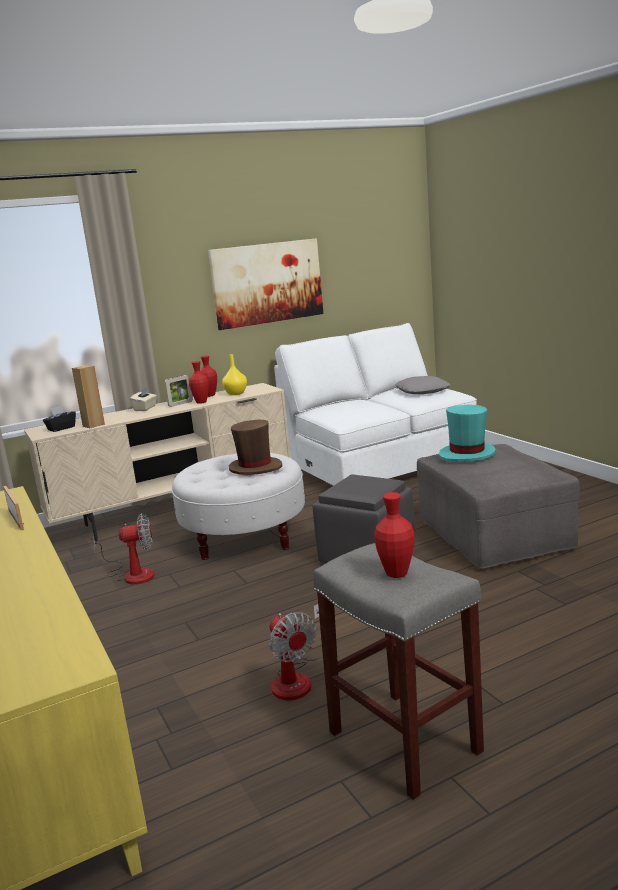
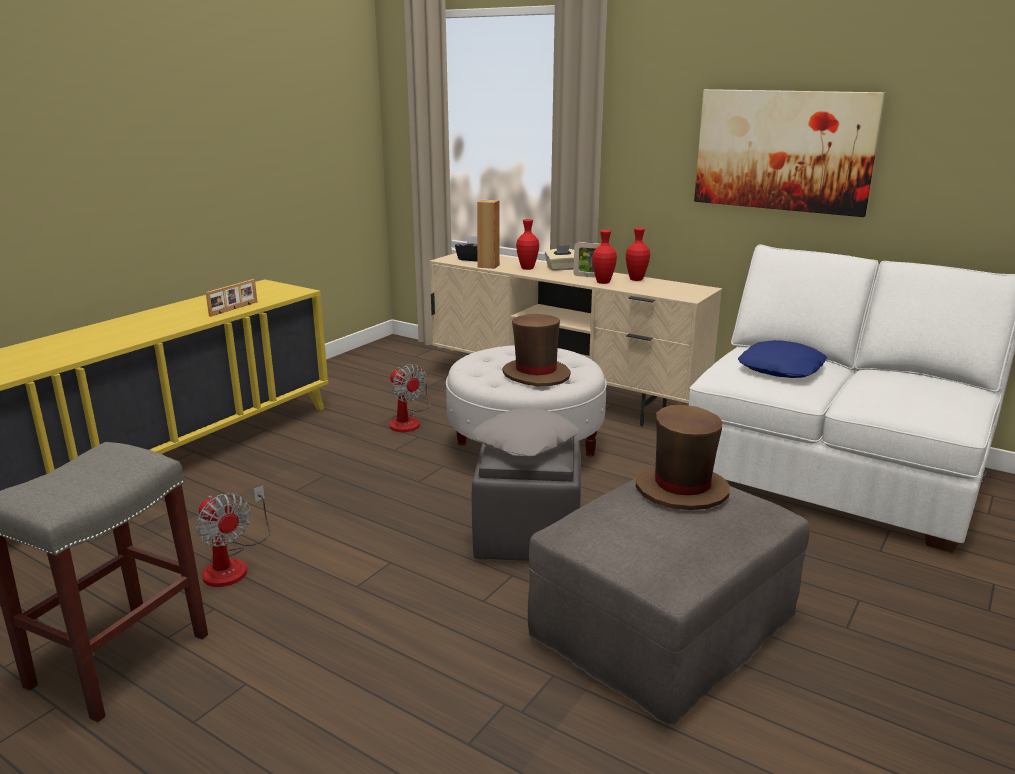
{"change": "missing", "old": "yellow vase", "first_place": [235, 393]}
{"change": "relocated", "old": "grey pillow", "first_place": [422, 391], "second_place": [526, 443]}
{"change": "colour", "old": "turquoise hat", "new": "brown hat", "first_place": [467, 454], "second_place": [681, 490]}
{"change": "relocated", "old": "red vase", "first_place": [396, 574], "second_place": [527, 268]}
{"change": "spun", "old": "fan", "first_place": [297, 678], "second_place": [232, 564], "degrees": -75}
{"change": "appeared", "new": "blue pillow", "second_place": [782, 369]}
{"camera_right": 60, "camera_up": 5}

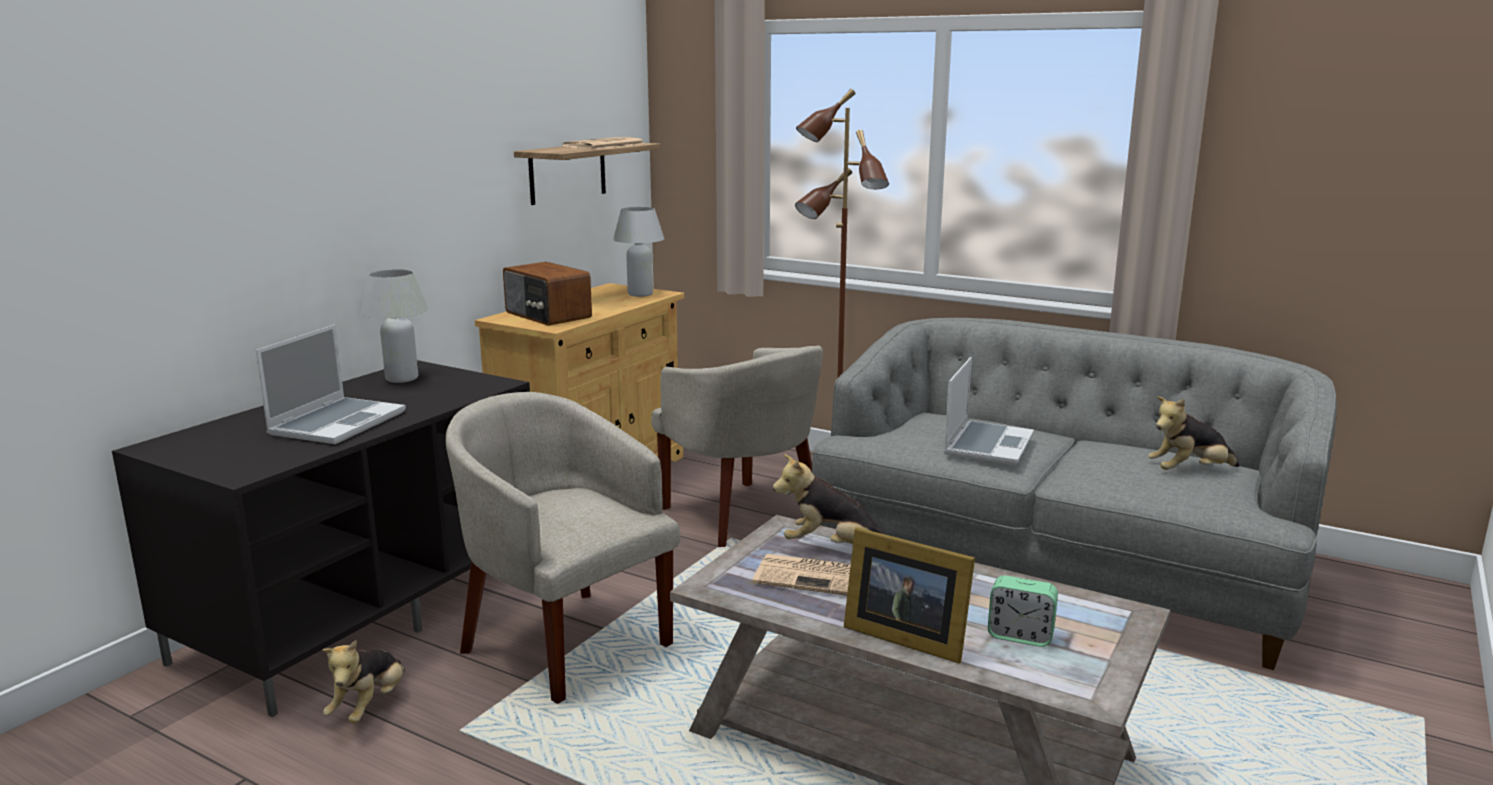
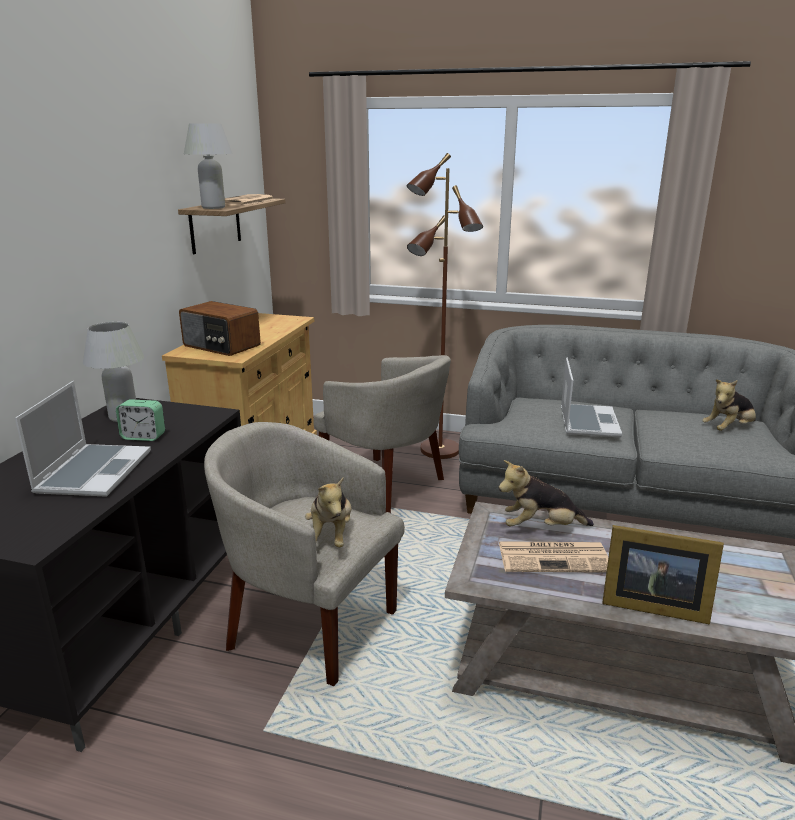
{"change": "relocated", "old": "white table lamp", "first_place": [640, 294], "second_place": [213, 207]}
{"change": "relocated", "old": "alarm clock", "first_place": [1020, 636], "second_place": [143, 437]}
{"change": "relocated", "old": "plush toy", "first_place": [369, 706], "second_place": [331, 535]}
{"camera_right": -15, "camera_up": 5}

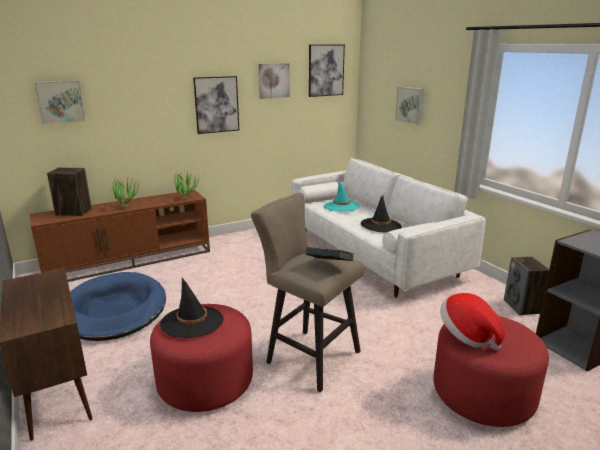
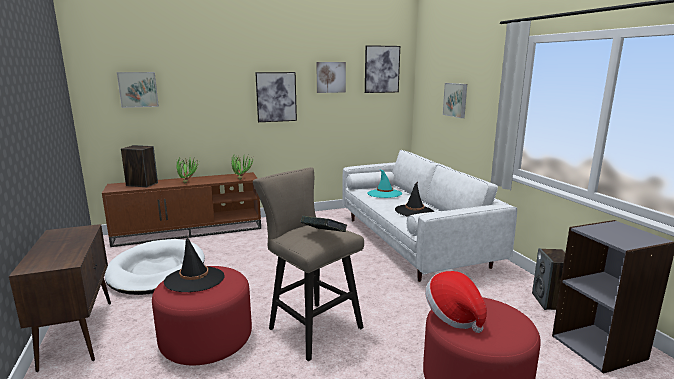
{"change": "colour", "old": "blue dog bed", "new": "white dog bed", "first_place": [114, 310], "second_place": [157, 271]}
{"camera_right": 10, "camera_up": -5}

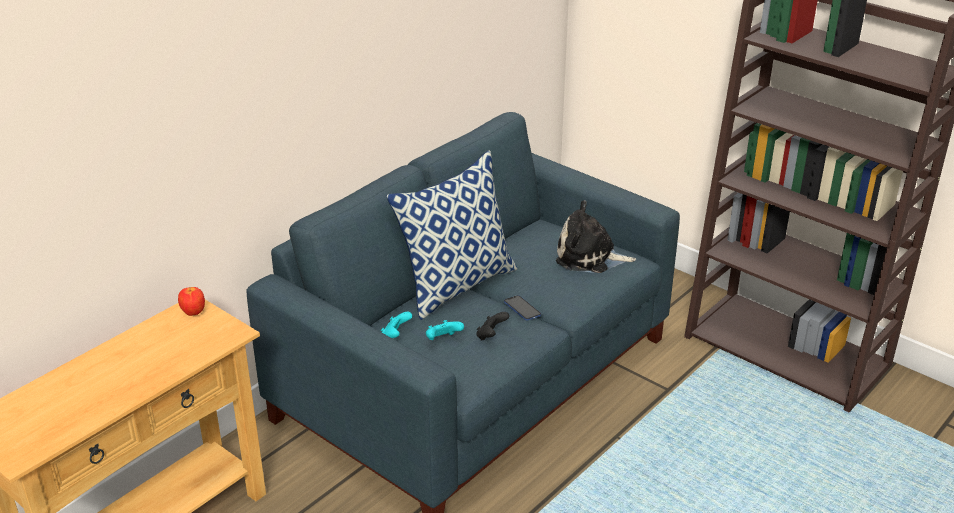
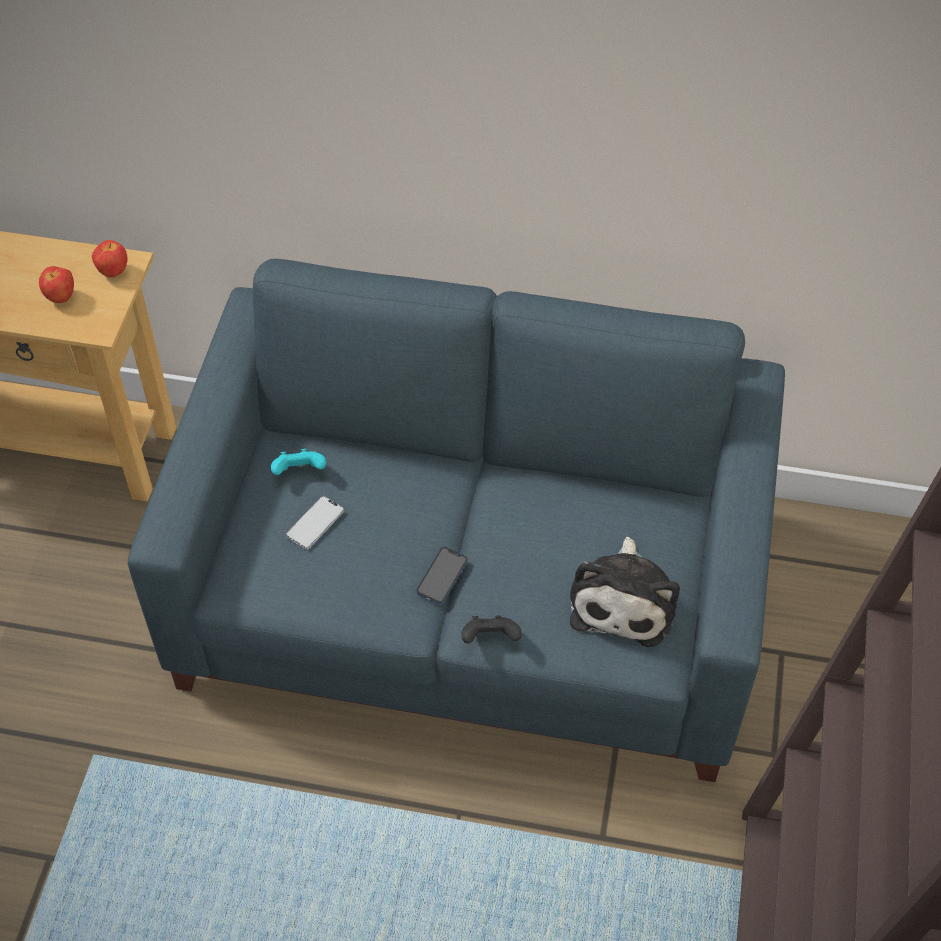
{"change": "missing", "old": "pillow", "first_place": [456, 284]}
{"change": "spun", "old": "plush toy", "first_place": [589, 257], "second_place": [624, 600], "degrees": -150}
{"change": "relocated", "old": "black game controller", "first_place": [491, 336], "second_place": [490, 639]}
{"change": "exchanged", "old": "turquoise game controller", "new": "phone", "first_place": [443, 340], "second_place": [315, 523]}
{"change": "appeared", "new": "apple", "second_place": [61, 298]}
{"camera_right": 60, "camera_up": 20}

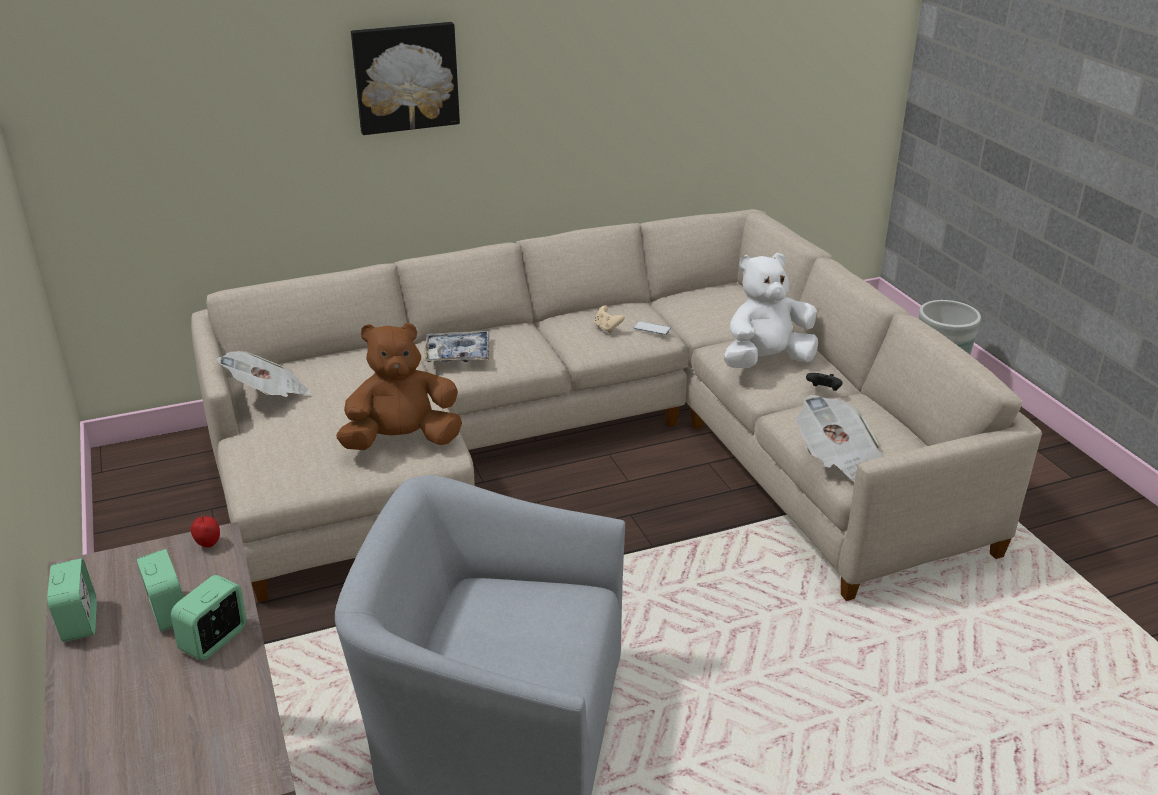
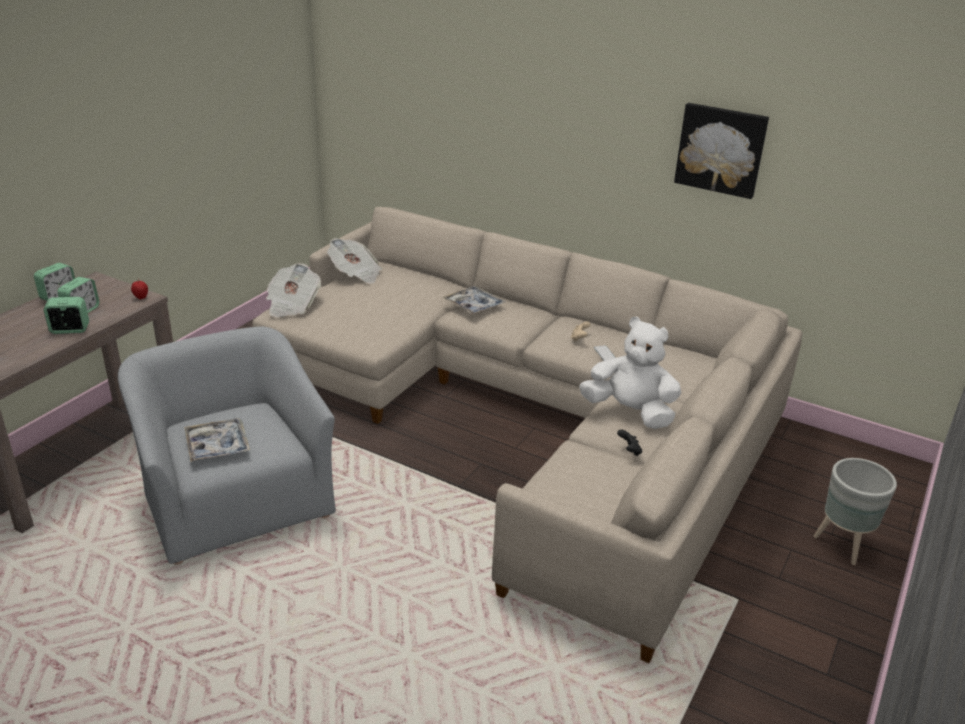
{"change": "relocated", "old": "picture", "first_place": [405, 77], "second_place": [721, 149]}
{"change": "missing", "old": "brown plush toy", "first_place": [402, 441]}
{"change": "relocated", "old": "newspaper", "first_place": [837, 459], "second_place": [292, 305]}
{"change": "appeared", "new": "tray", "second_place": [217, 446]}
{"camera_right": 50, "camera_up": 0}

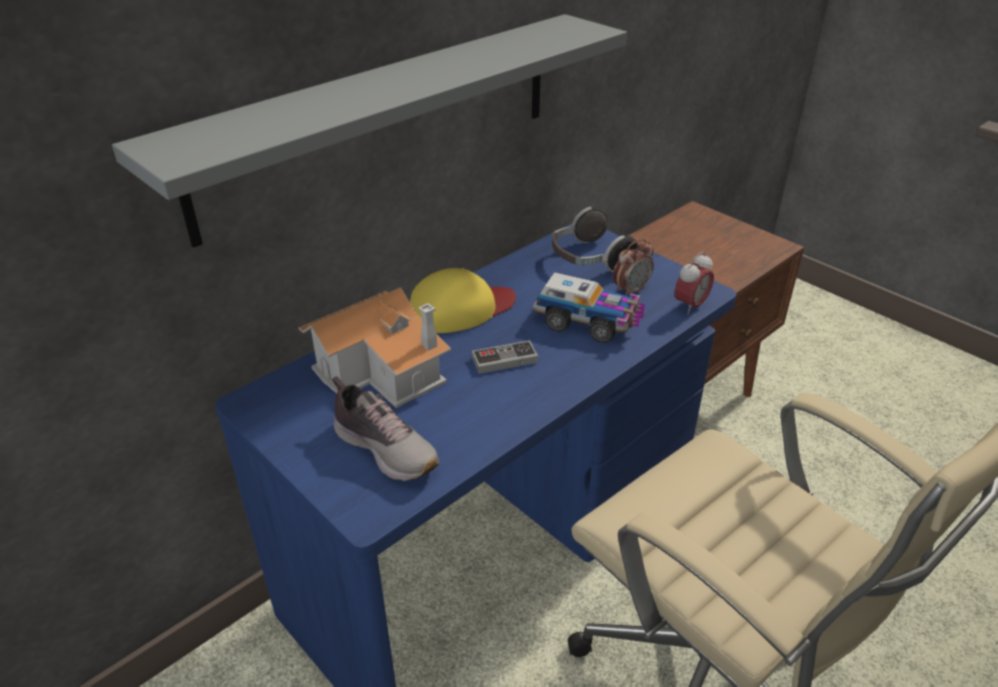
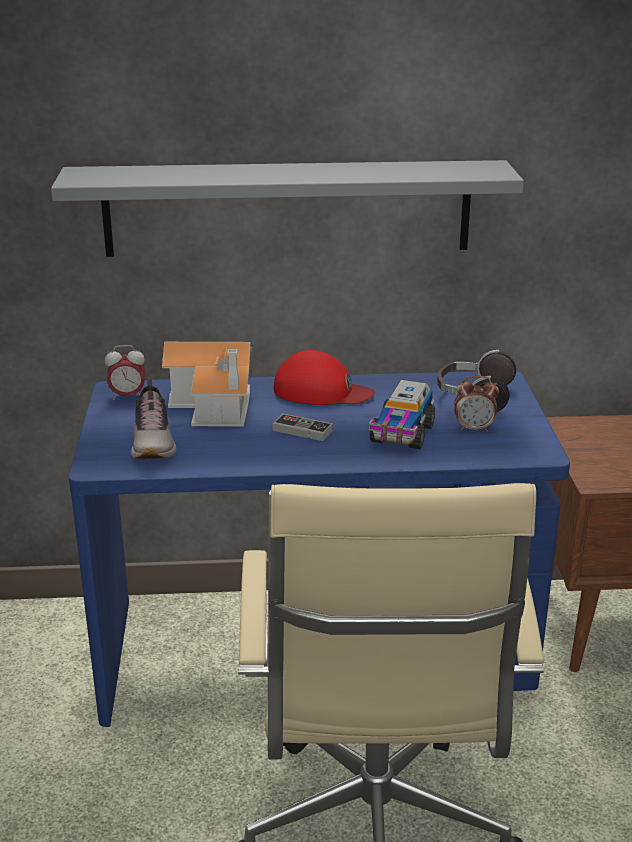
{"change": "relocated", "old": "alarm clock", "first_place": [690, 306], "second_place": [127, 396]}
{"change": "colour", "old": "yellow cap", "new": "red cap", "first_place": [461, 309], "second_place": [321, 391]}
{"change": "spun", "old": "toy truck", "first_place": [588, 323], "second_place": [402, 434], "degrees": 45}
{"camera_right": 40, "camera_up": -10}

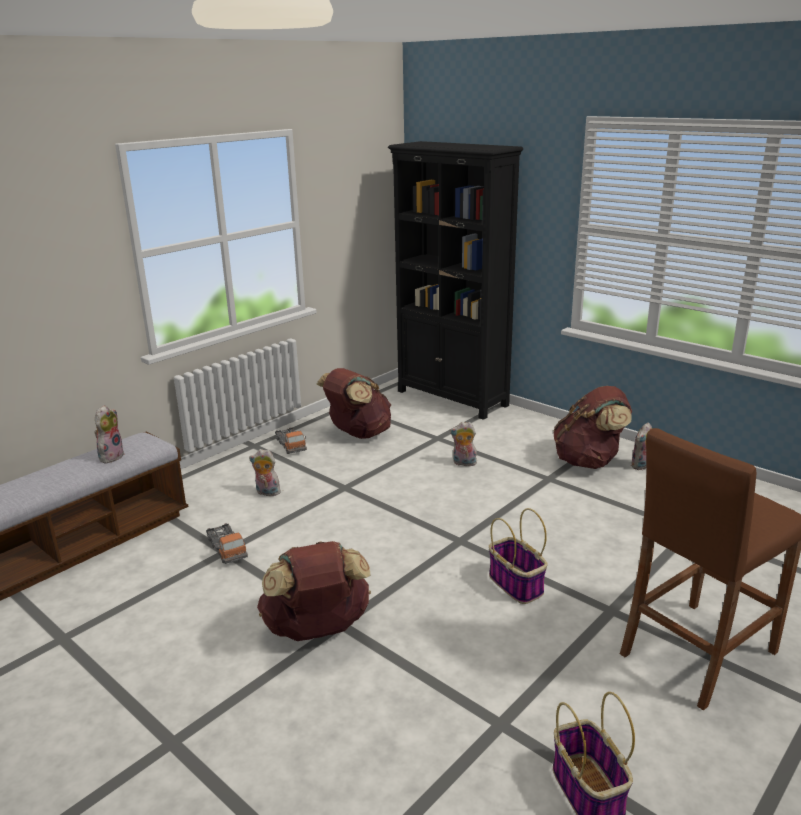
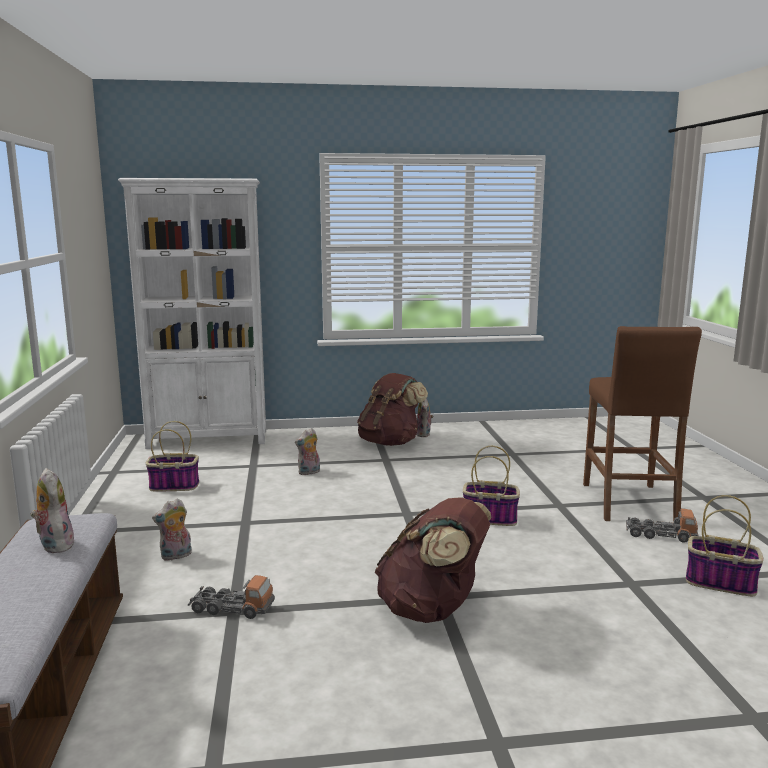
{"change": "colour", "old": "black bookcase", "new": "white bookcase", "first_place": [452, 398], "second_place": [209, 439]}
{"change": "exchanged", "old": "brown backpack", "new": "basket", "first_place": [358, 434], "second_place": [173, 486]}
{"change": "relocated", "old": "toy truck", "first_place": [291, 445], "second_place": [660, 535]}
{"camera_right": -50, "camera_up": -10}

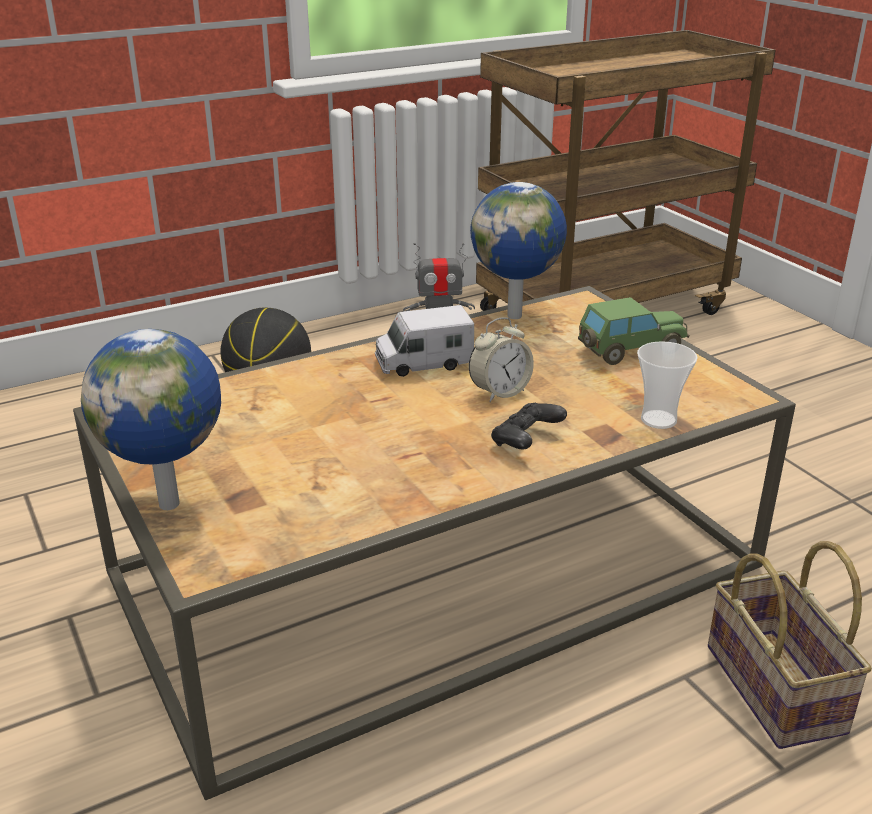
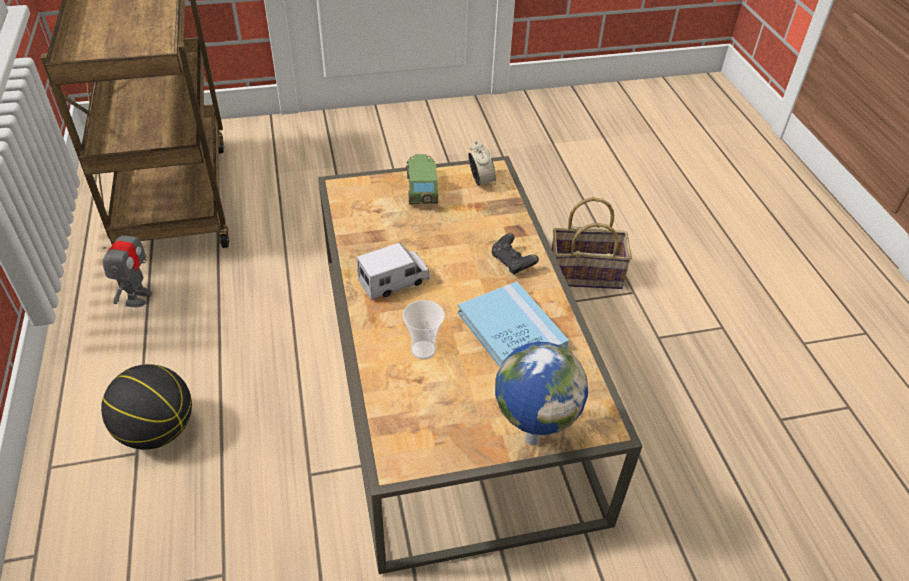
{"change": "missing", "old": "globe", "first_place": [516, 315]}
{"change": "spun", "old": "toy truck", "first_place": [423, 363], "second_place": [394, 282], "degrees": -120}
{"change": "relocated", "old": "alarm clock", "first_place": [500, 392], "second_place": [481, 181]}
{"change": "relocated", "old": "cup", "first_place": [658, 420], "second_place": [423, 350]}
{"change": "appeared", "new": "blue book", "second_place": [511, 330]}
{"camera_right": -75, "camera_up": 15}

